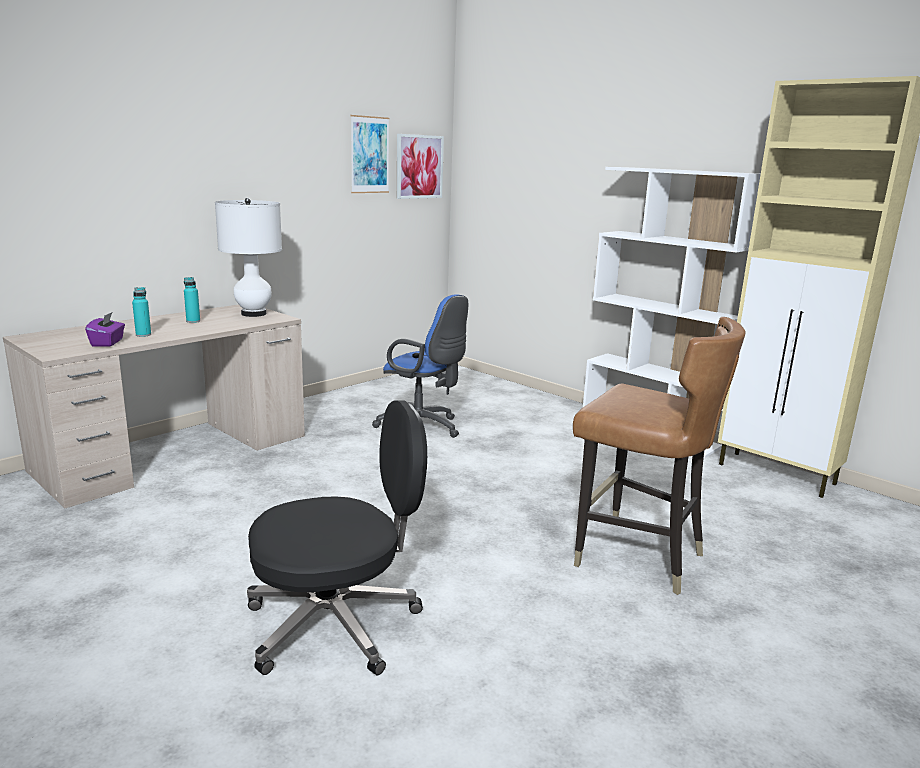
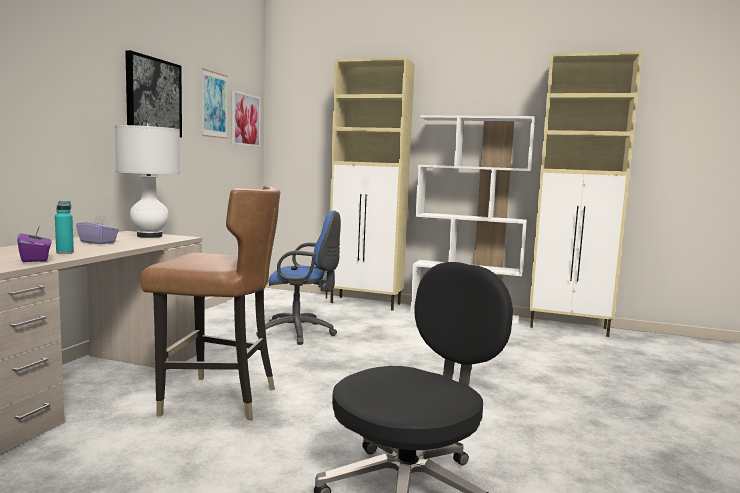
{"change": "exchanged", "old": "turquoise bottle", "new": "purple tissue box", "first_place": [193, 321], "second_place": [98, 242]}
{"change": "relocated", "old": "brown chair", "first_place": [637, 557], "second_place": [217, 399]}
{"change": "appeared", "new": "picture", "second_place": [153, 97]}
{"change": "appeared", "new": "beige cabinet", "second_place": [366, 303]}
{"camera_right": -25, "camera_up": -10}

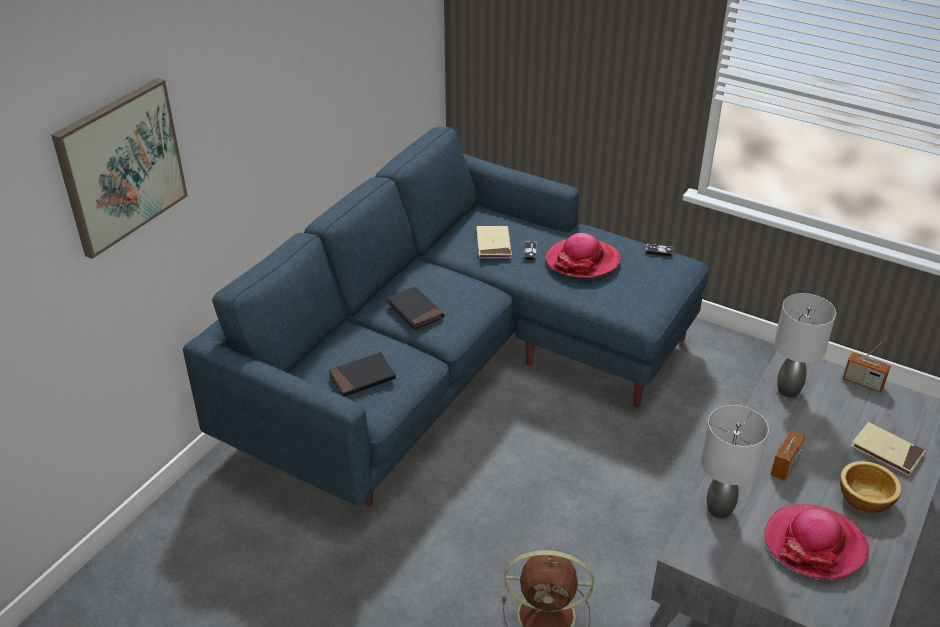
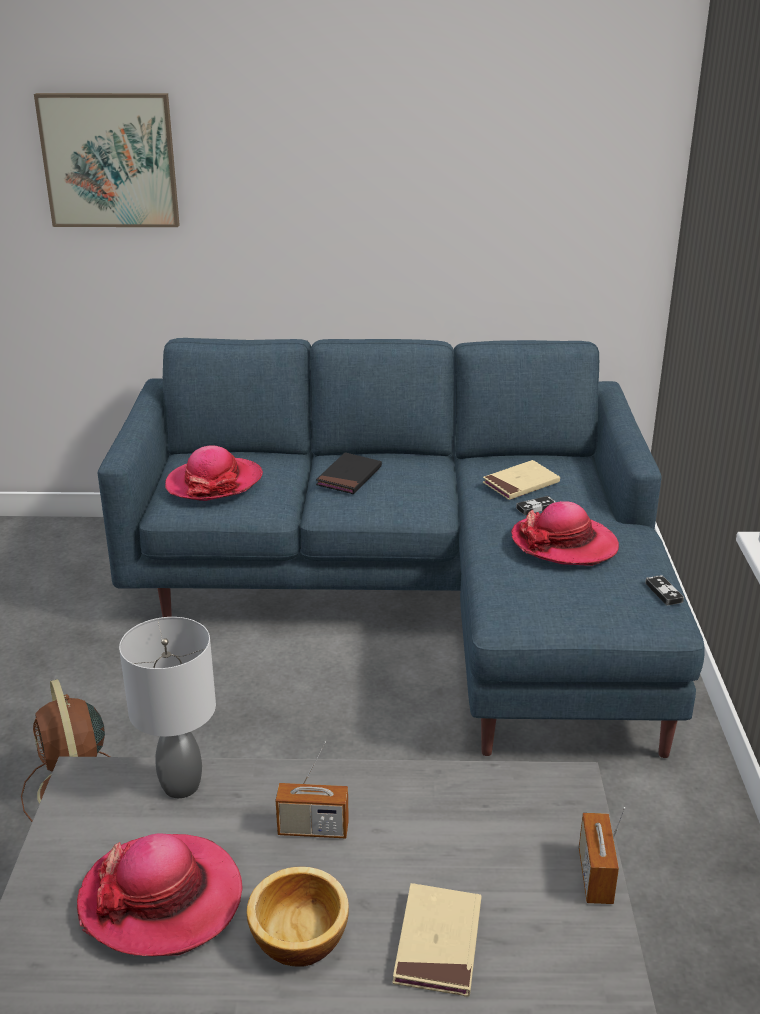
{"change": "missing", "old": "grey table lamp", "first_place": [789, 390]}
{"change": "exchanged", "old": "black book", "new": "hat", "first_place": [362, 377], "second_place": [214, 482]}
{"camera_right": 60, "camera_up": -10}

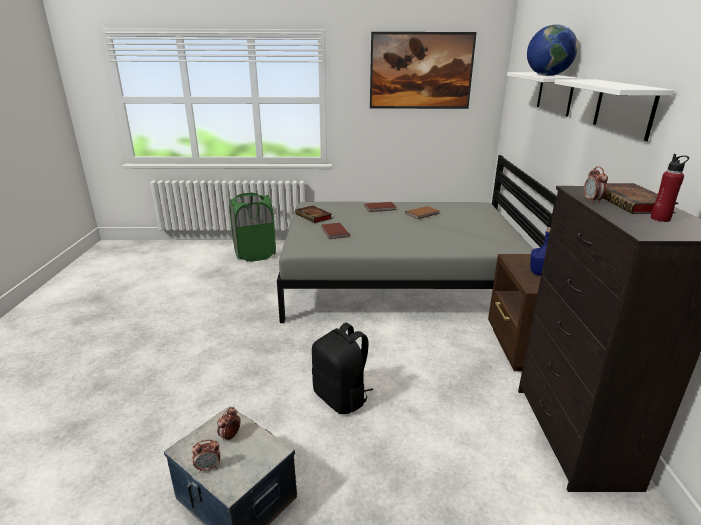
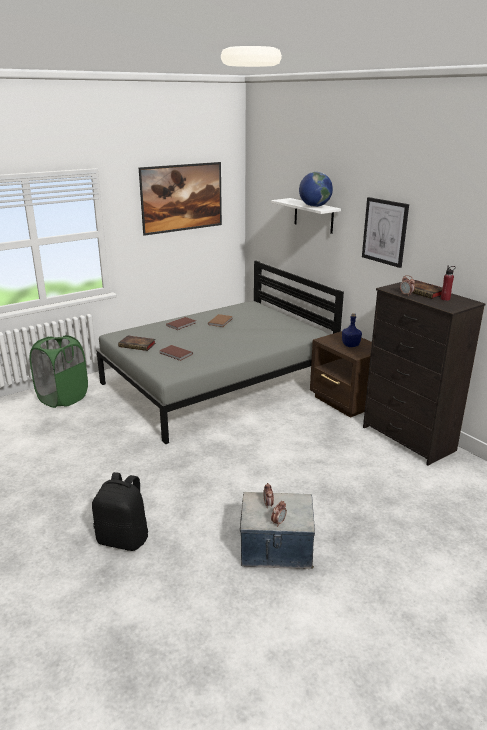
{"change": "exchanged", "old": "white shelf", "new": "picture", "first_place": [624, 108], "second_place": [385, 232]}
{"change": "relocated", "old": "black backpack", "first_place": [341, 398], "second_place": [124, 539]}
{"camera_right": -35, "camera_up": 0}

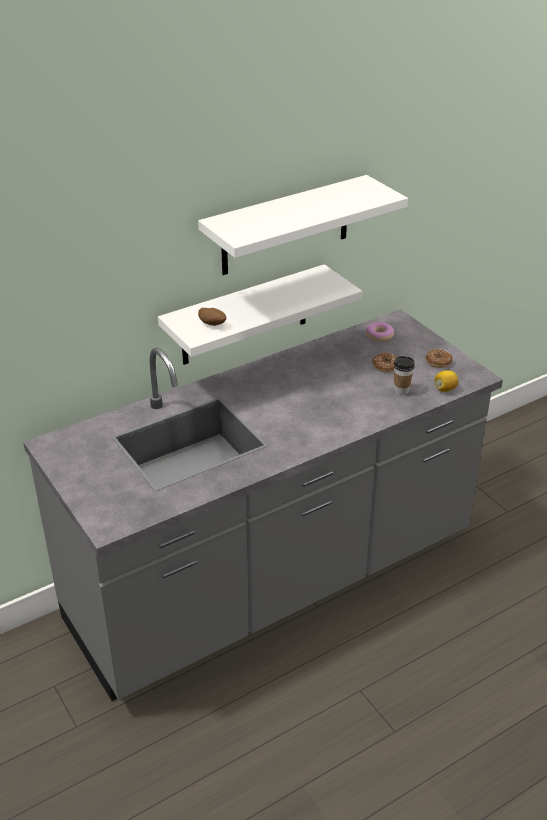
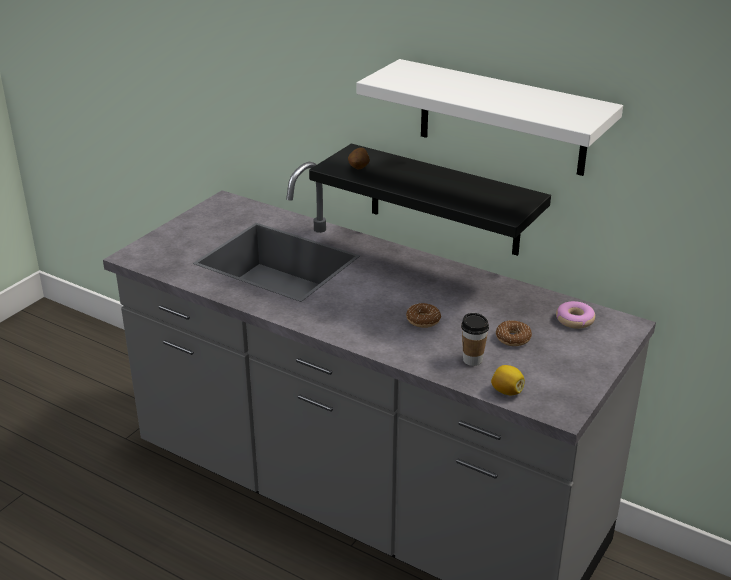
{"change": "colour", "old": "white shelf", "new": "black shelf", "first_place": [245, 316], "second_place": [444, 200]}
{"change": "relocated", "old": "donut", "first_place": [438, 362], "second_place": [423, 320]}
{"camera_right": 65, "camera_up": -5}

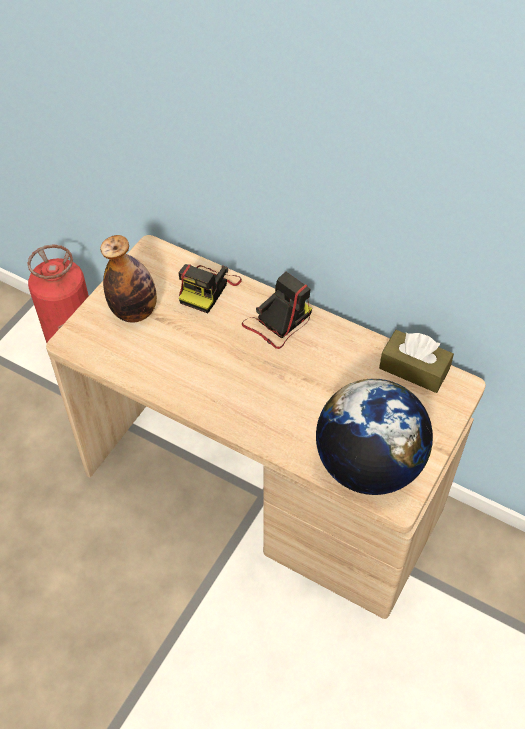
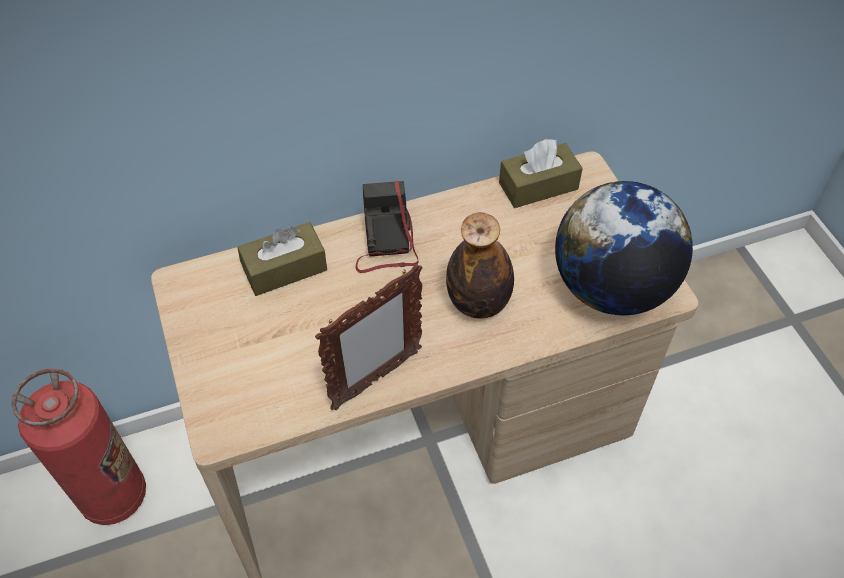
{"change": "relocated", "old": "bottle", "first_place": [134, 311], "second_place": [478, 303]}
{"change": "exchanged", "old": "photo camera", "new": "brown tissue box", "first_place": [208, 289], "second_place": [285, 269]}
{"change": "appeared", "new": "picture frame", "second_place": [375, 380]}
{"camera_right": -50, "camera_up": 0}

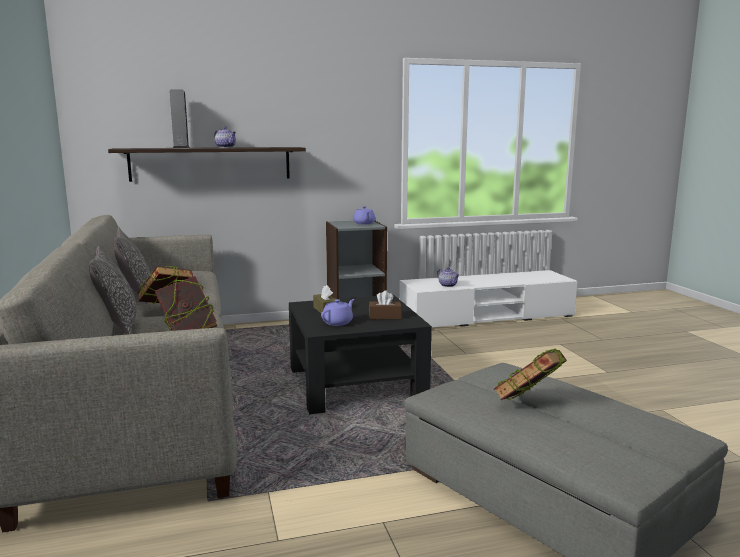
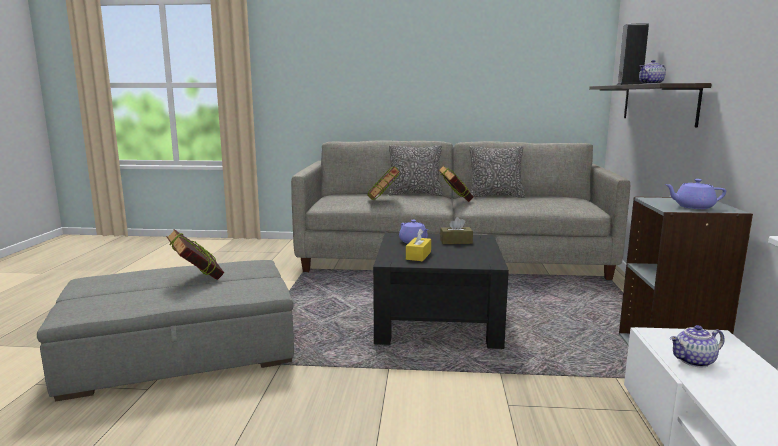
{"change": "colour", "old": "brown tissue box", "new": "yellow tissue box", "first_place": [385, 316], "second_place": [418, 255]}
{"camera_right": 110, "camera_up": 0}

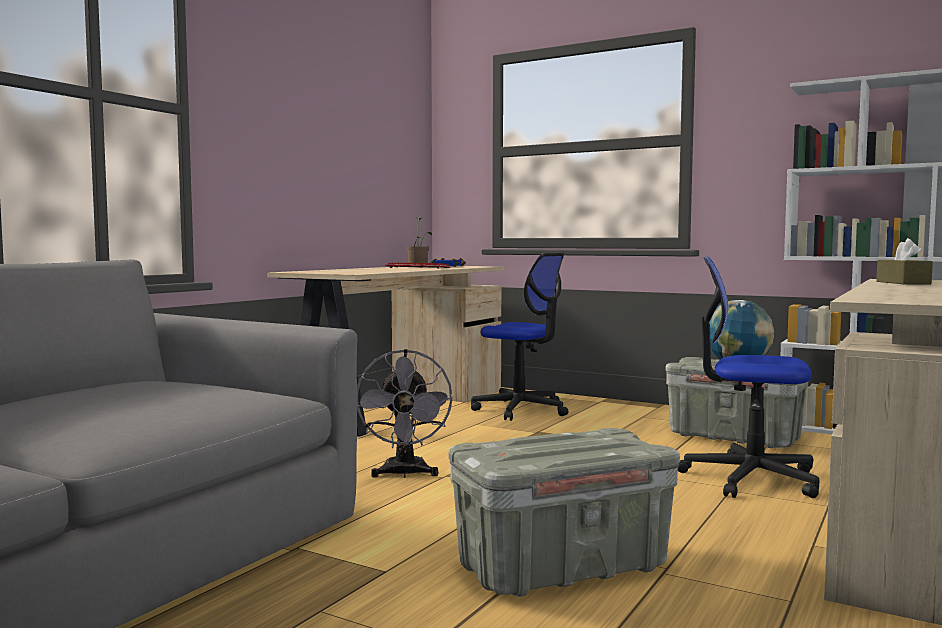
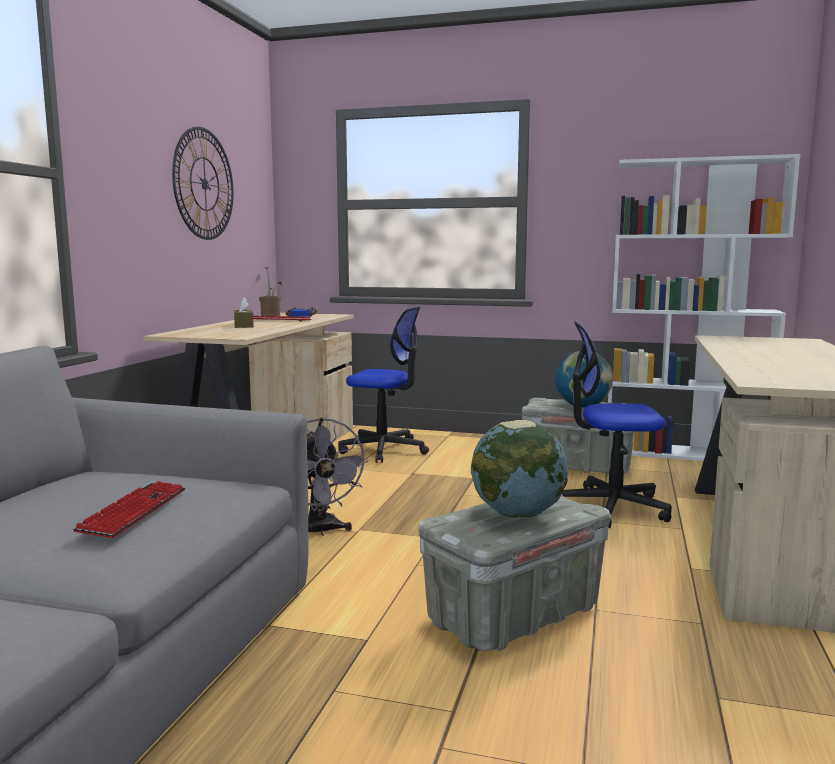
{"change": "relocated", "old": "brown tissue box", "first_place": [903, 283], "second_place": [243, 326]}
{"change": "appeared", "new": "wall clock", "second_place": [204, 184]}
{"change": "appeared", "new": "globe", "second_place": [518, 514]}
{"change": "appeared", "new": "keyboard", "second_place": [134, 511]}
{"camera_right": -15, "camera_up": 5}

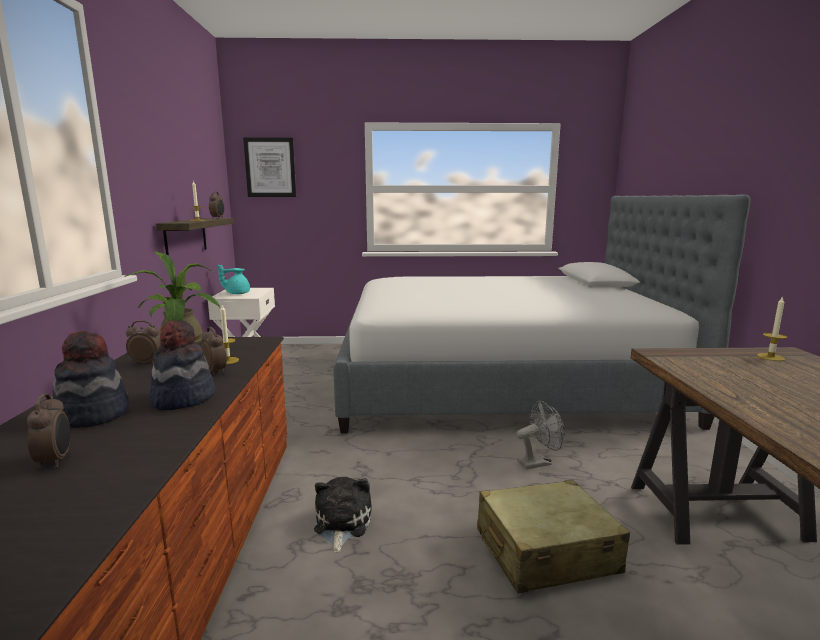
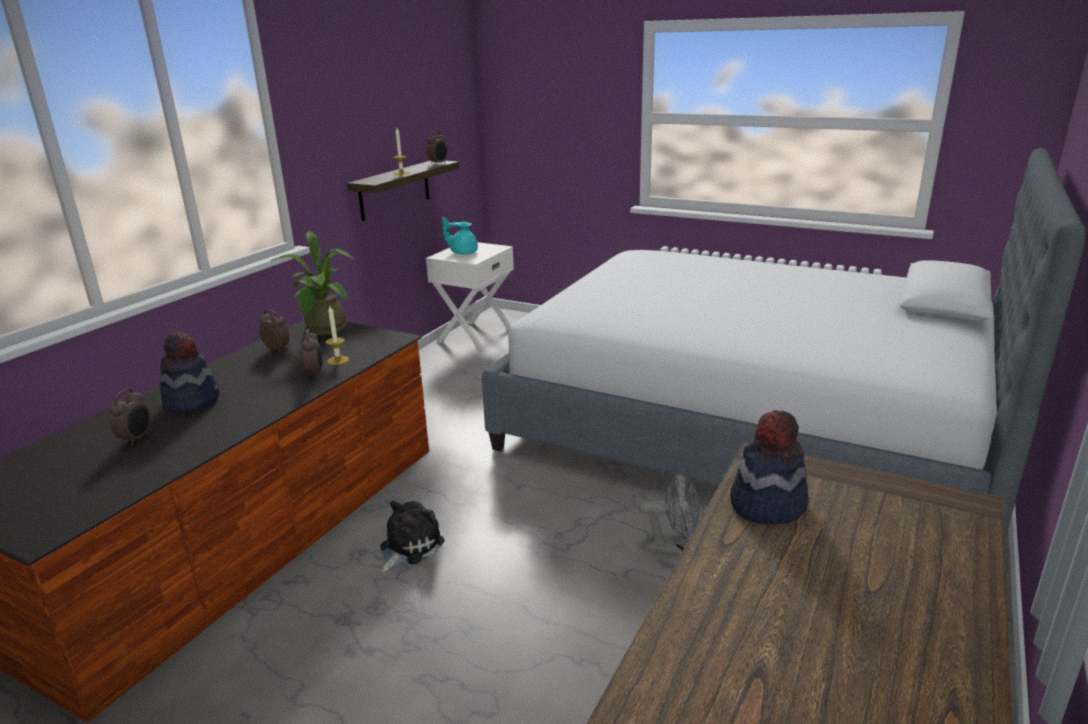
{"change": "missing", "old": "picture", "first_place": [270, 167]}
{"change": "missing", "old": "candle", "first_place": [770, 357]}
{"change": "relocated", "old": "hat", "first_place": [183, 398], "second_place": [767, 504]}
{"change": "missing", "old": "beige suitcase", "first_place": [545, 551]}
{"camera_right": 30, "camera_up": 10}

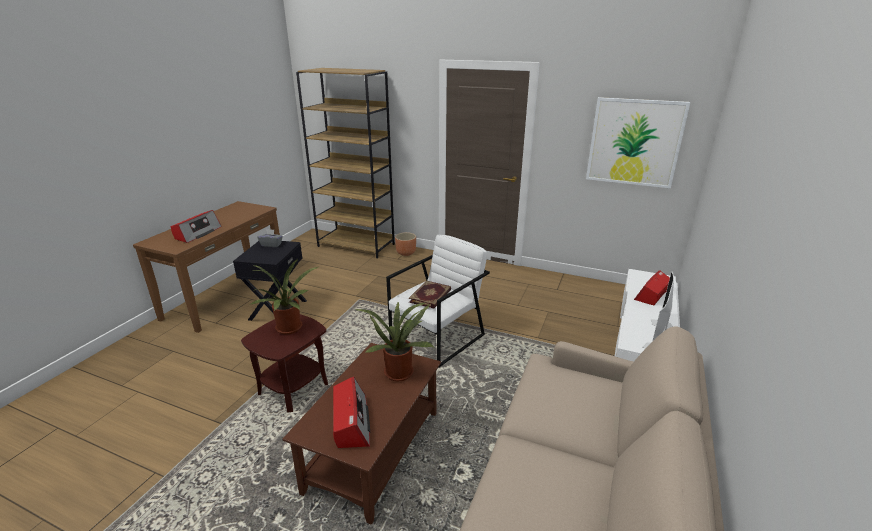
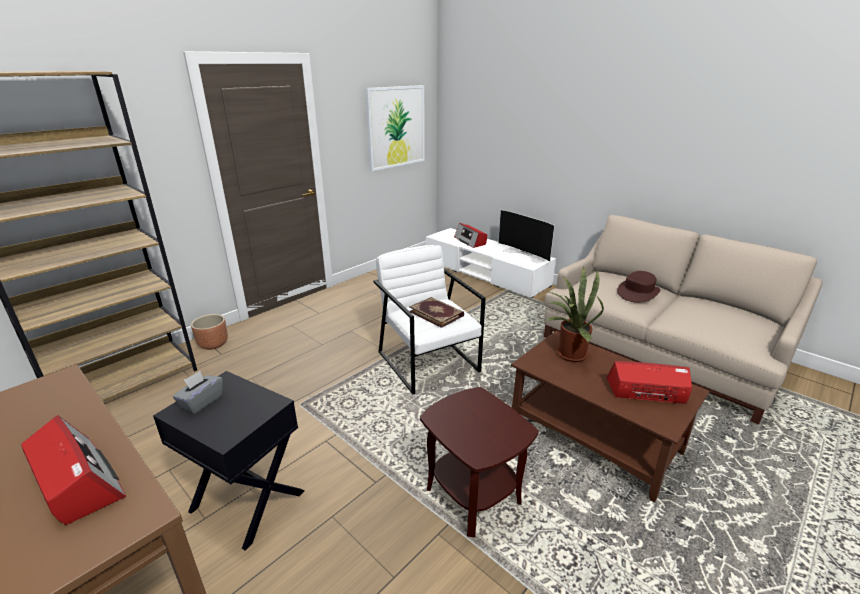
{"change": "missing", "old": "potted plant", "first_place": [289, 329]}
{"change": "appeared", "new": "brown hat", "second_place": [638, 292]}
{"camera_right": -70, "camera_up": 0}

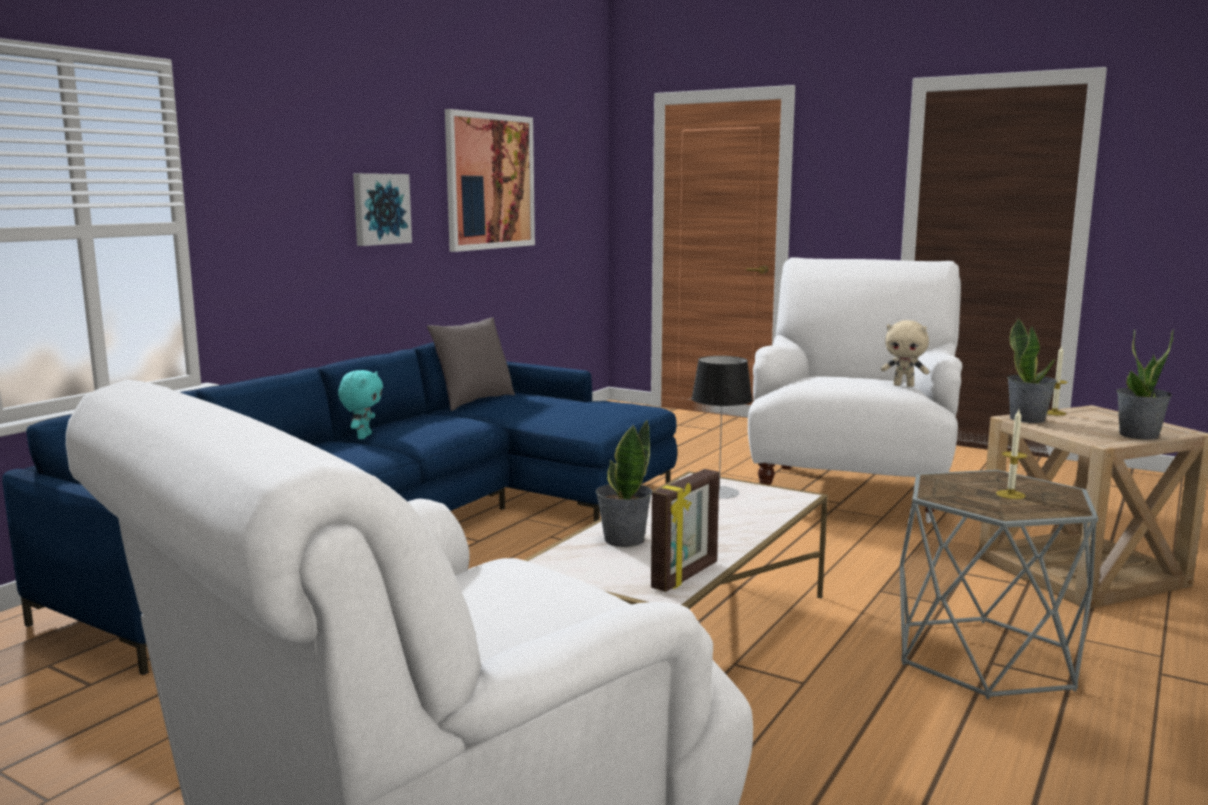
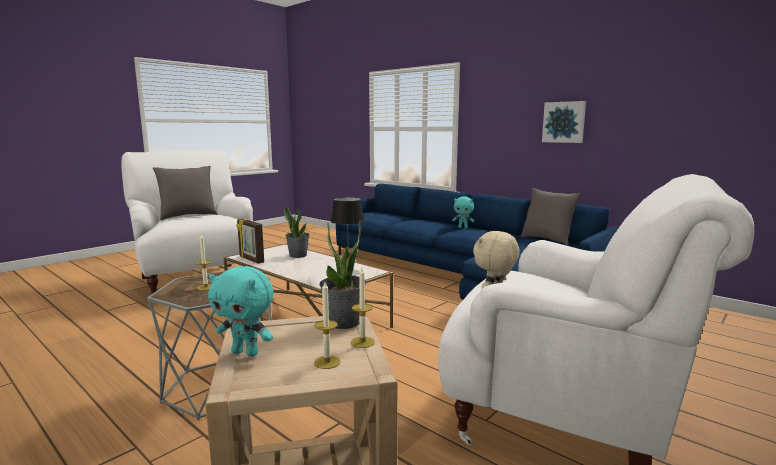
{"change": "missing", "old": "picture", "first_place": [490, 181]}
{"change": "exchanged", "old": "potted plant", "new": "turquoise plush toy", "first_place": [1139, 435], "second_place": [246, 353]}
{"change": "appeared", "new": "grey pillow", "second_place": [188, 216]}
{"change": "appeared", "new": "candle", "second_place": [327, 362]}
{"camera_right": 100, "camera_up": 0}

